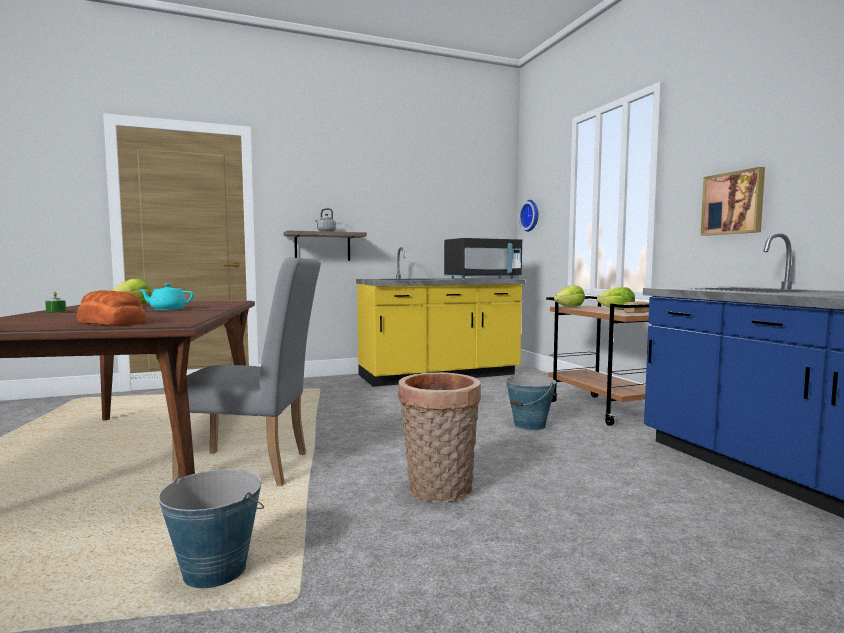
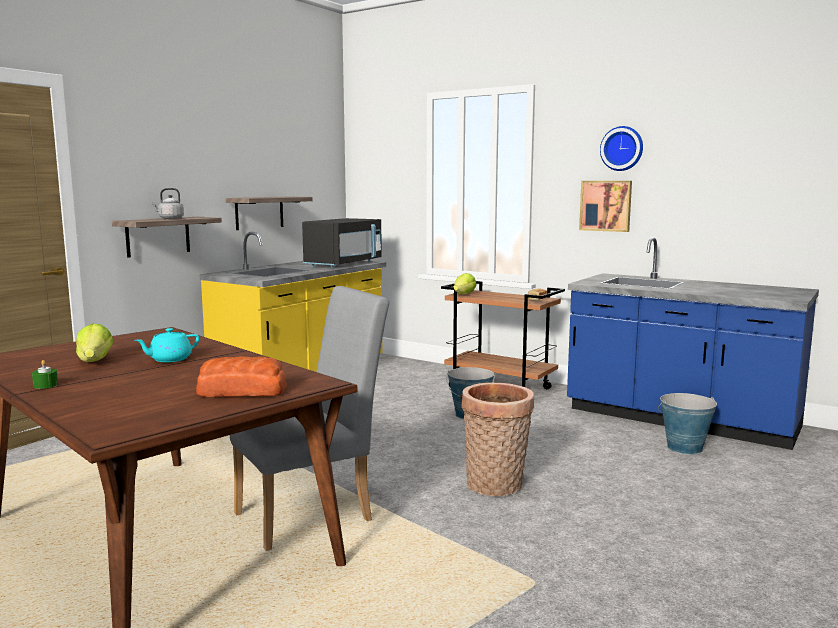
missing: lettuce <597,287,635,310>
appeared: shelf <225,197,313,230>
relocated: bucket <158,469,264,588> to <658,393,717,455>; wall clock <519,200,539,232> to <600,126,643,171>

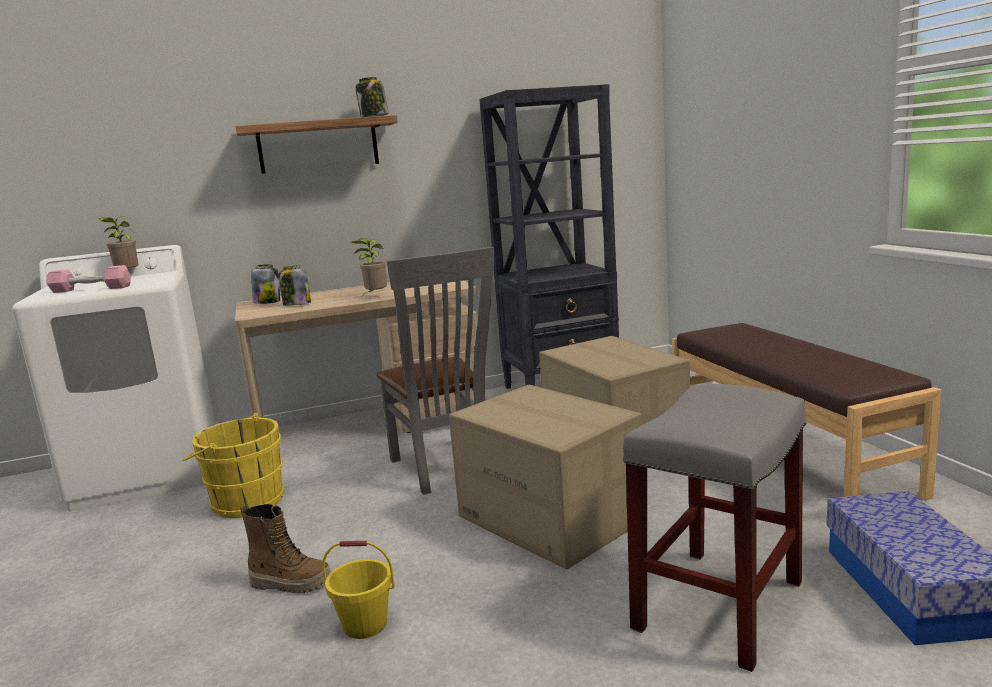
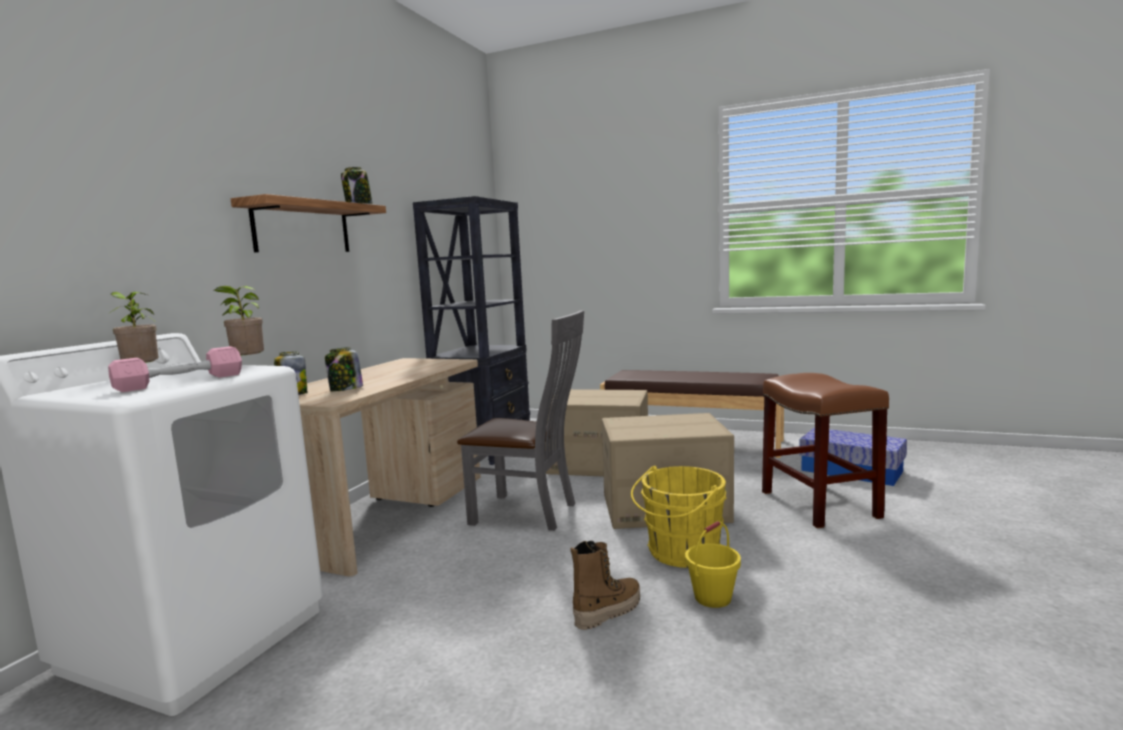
relocated: bucket (yellow) <183,413,284,518> to <631,466,727,568>; potted plant <351,238,387,296> to <214,286,264,357>
colour: stool (grey) <623,384,807,672> to stool (brown) <762,373,889,529>

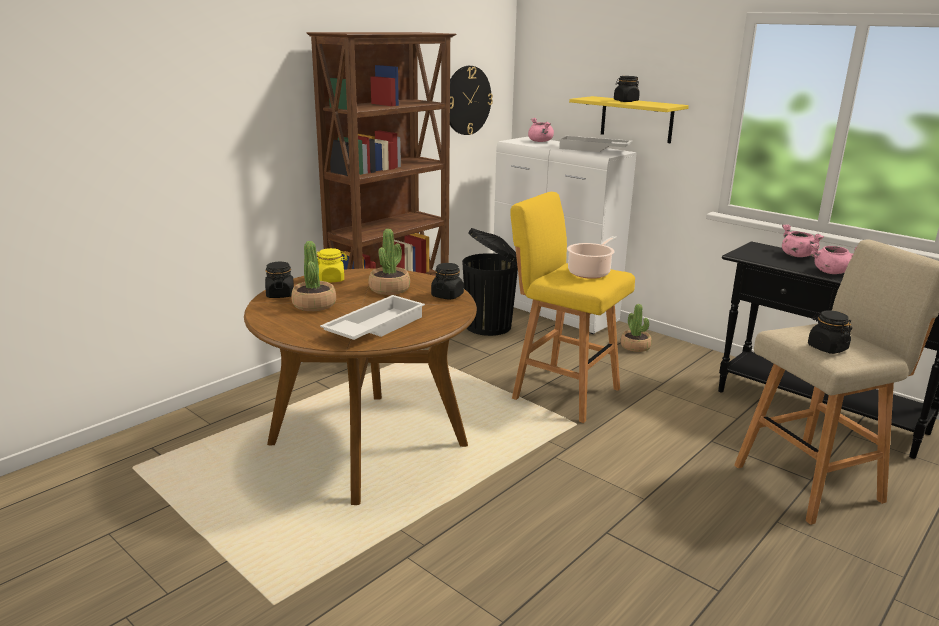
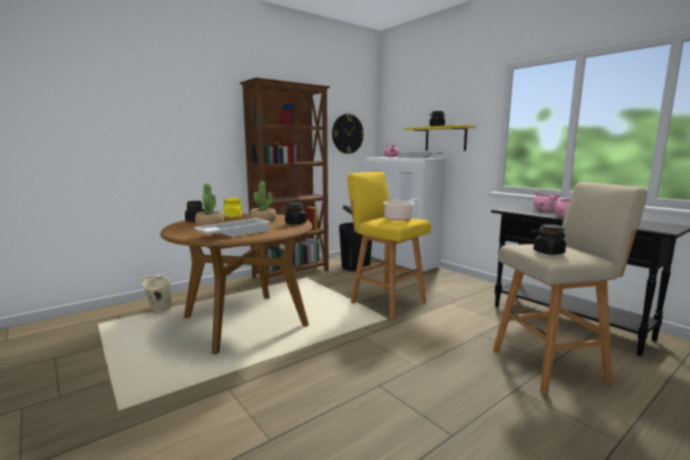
missing: potted plant <620,304,652,352>
appeared: bucket (beige) <136,274,172,312>

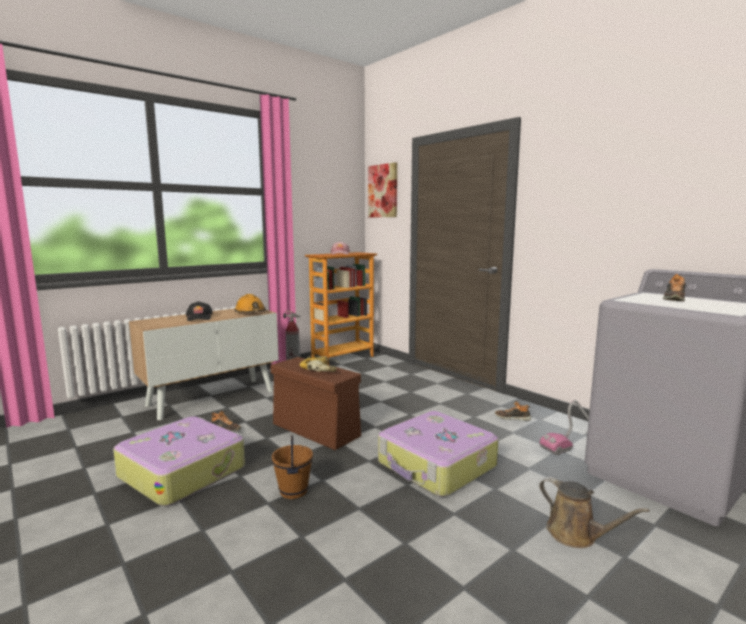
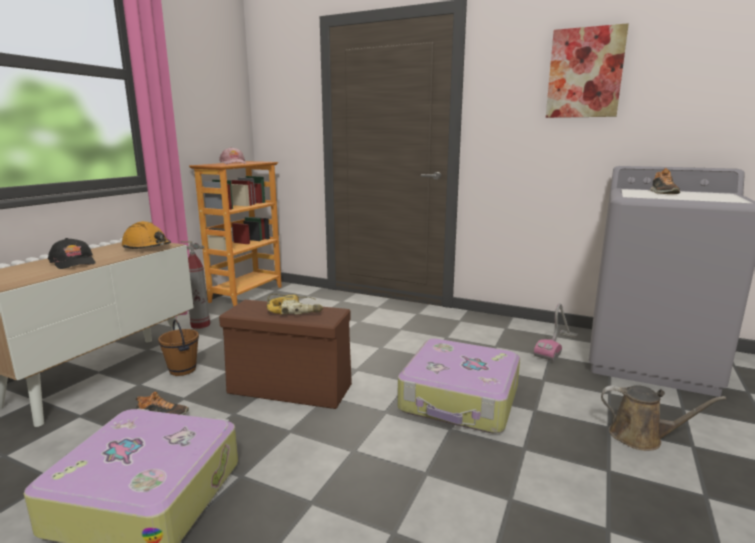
missing: shoe <495,401,531,421>
relocated: bucket (brown) <272,435,313,499> to <158,319,199,376>; picture <368,162,397,217> to <546,23,629,118>

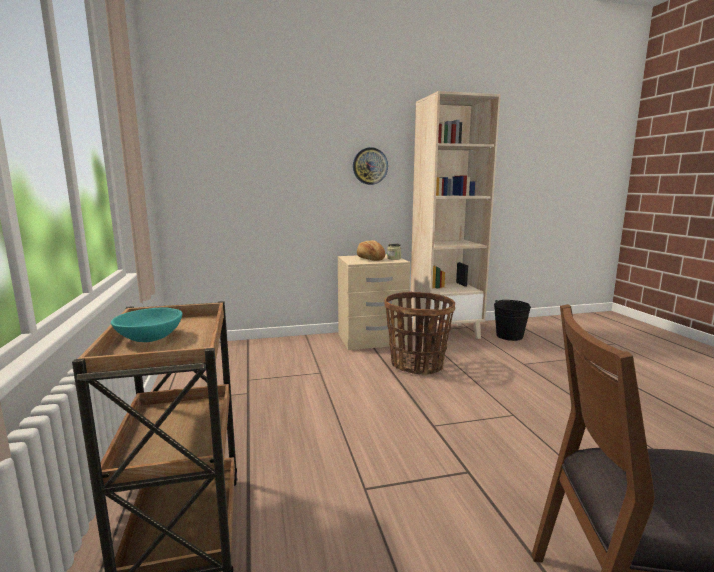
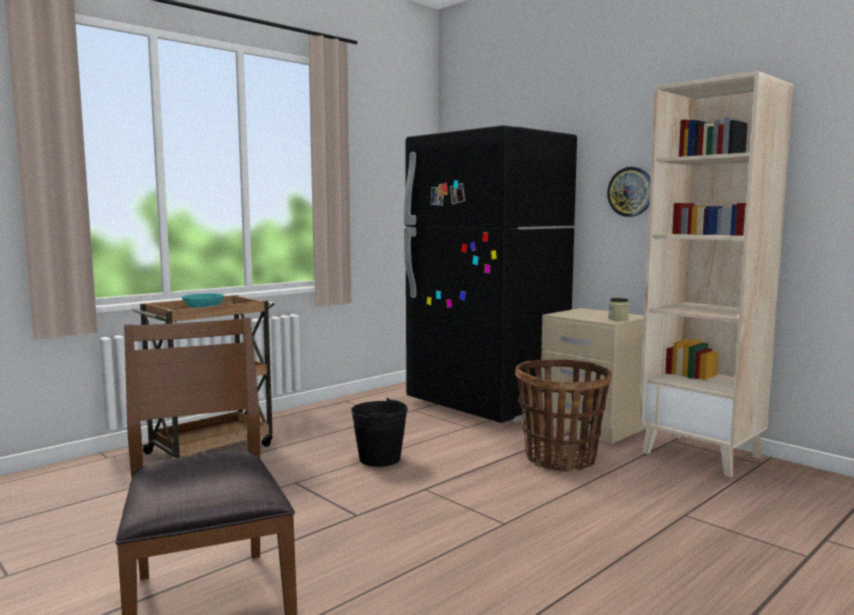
missing: bread <357,240,385,261>
appeared: fridge (black) <404,125,577,423>
relocated: bucket (black) <494,300,531,341> to <351,398,408,467>

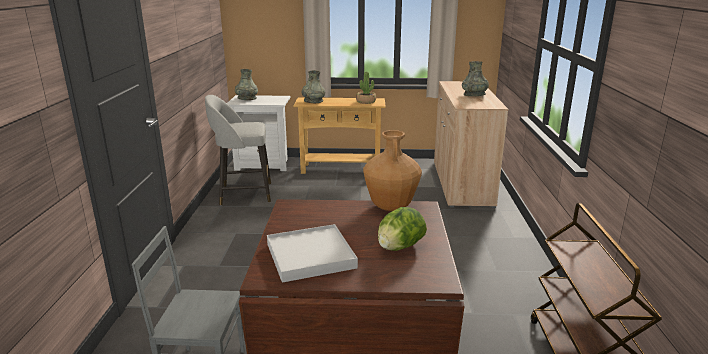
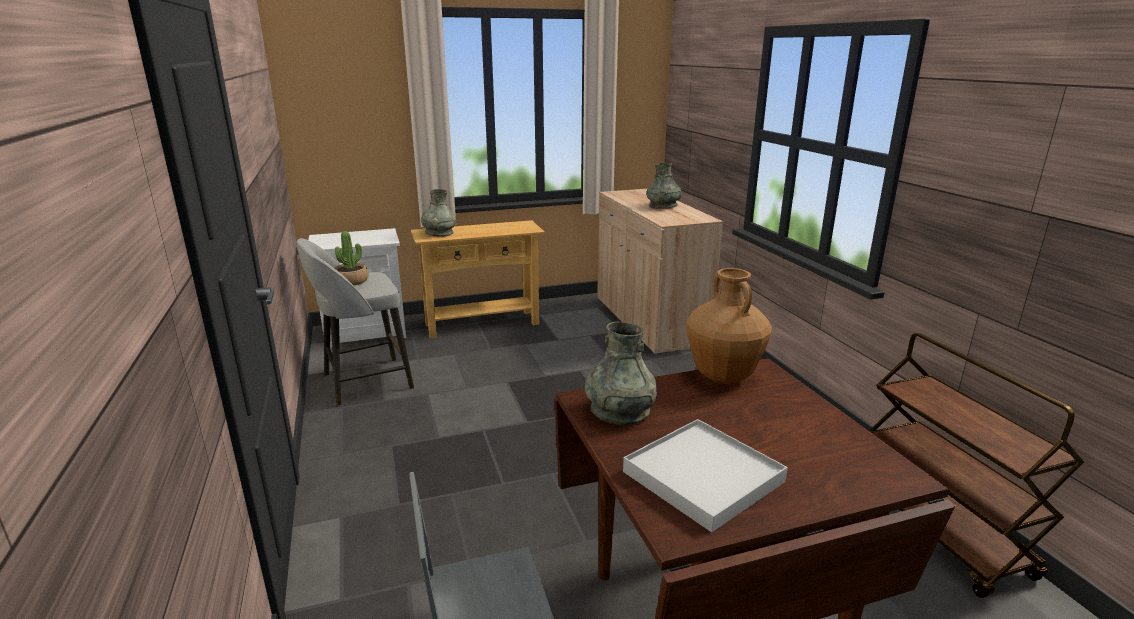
missing: lettuce <378,207,427,251>
relocated: vase (grey) <235,69,258,100> to <585,322,657,425>; potted plant <356,72,376,104> to <334,231,368,285>

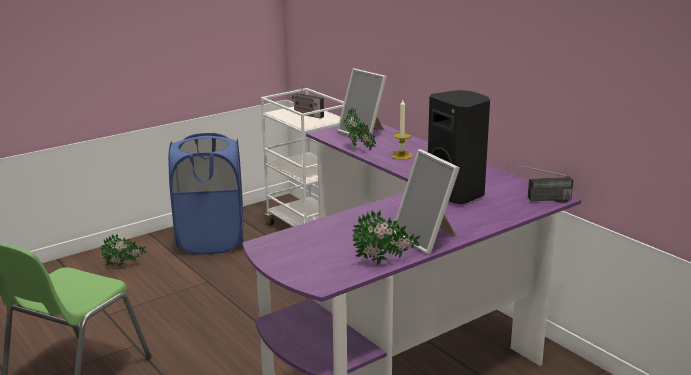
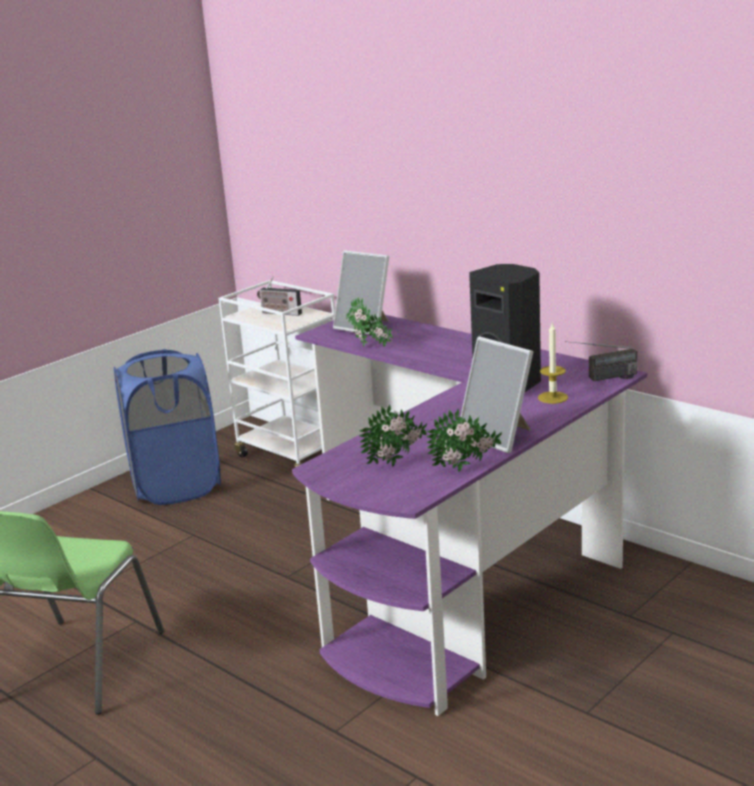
relocated: potted plant <101,234,146,269> to <359,405,427,467>; candle <391,100,413,160> to <538,323,568,404>

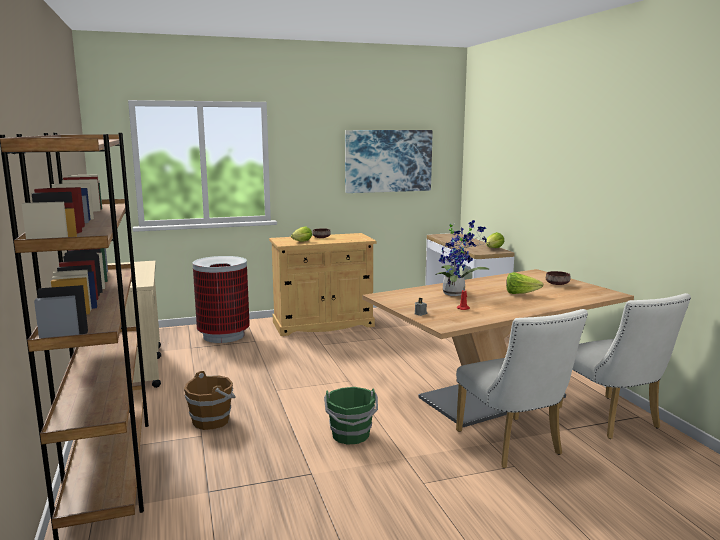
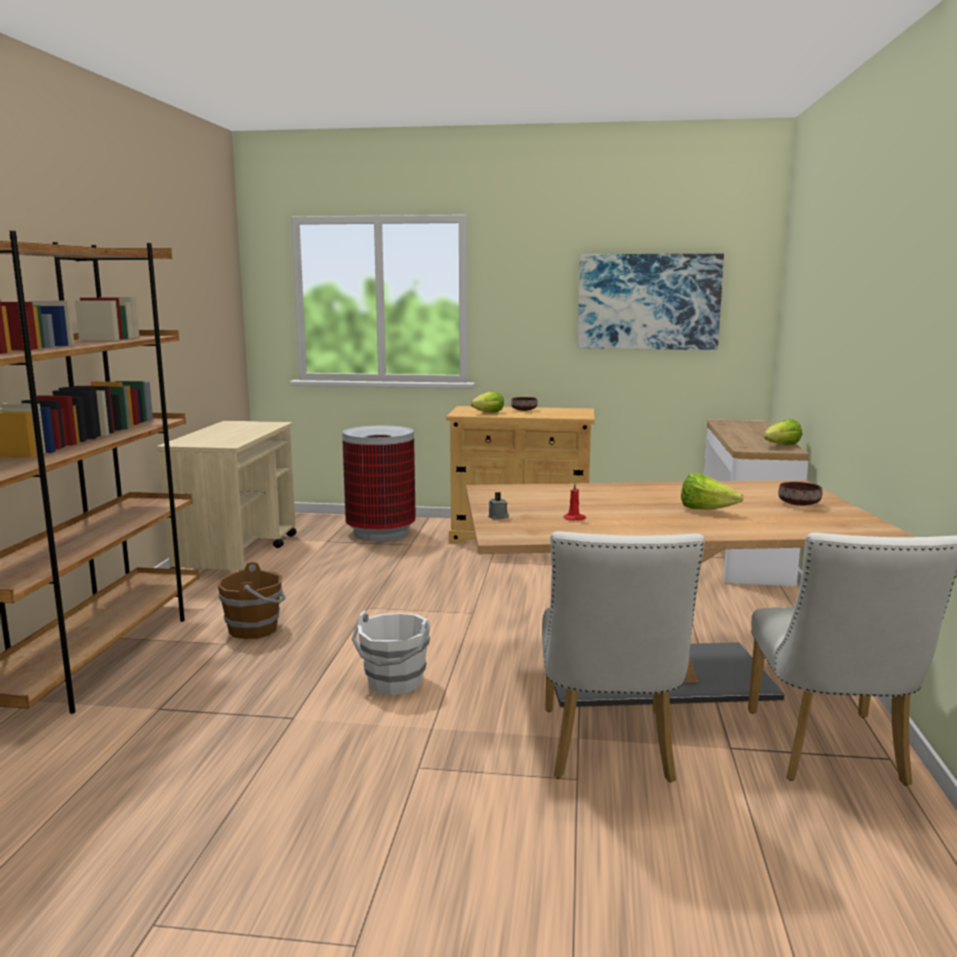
missing: potted plant <435,220,490,296>
colour: bucket (green) <324,387,378,445> to bucket (white) <352,611,430,695>

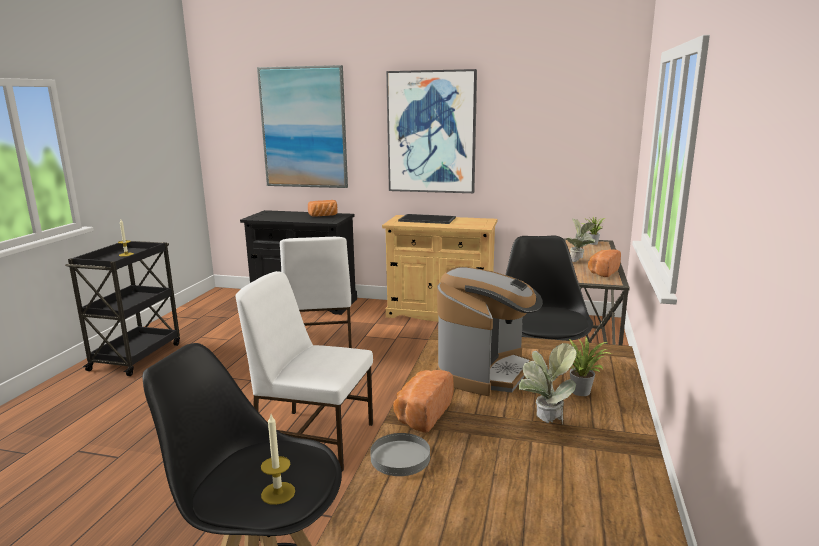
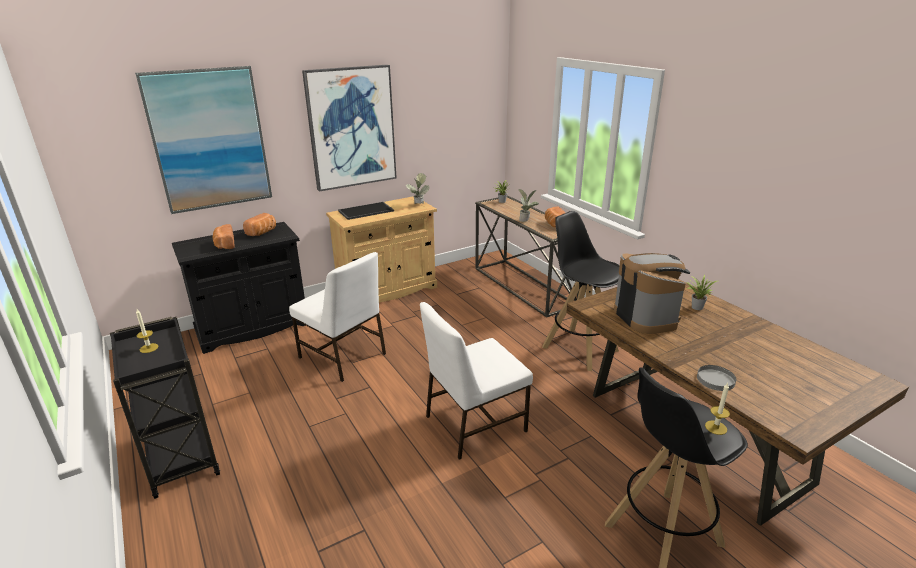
relocated: bread <393,370,454,433> to <212,224,235,249>; potted plant <519,343,577,424> to <406,173,430,204>

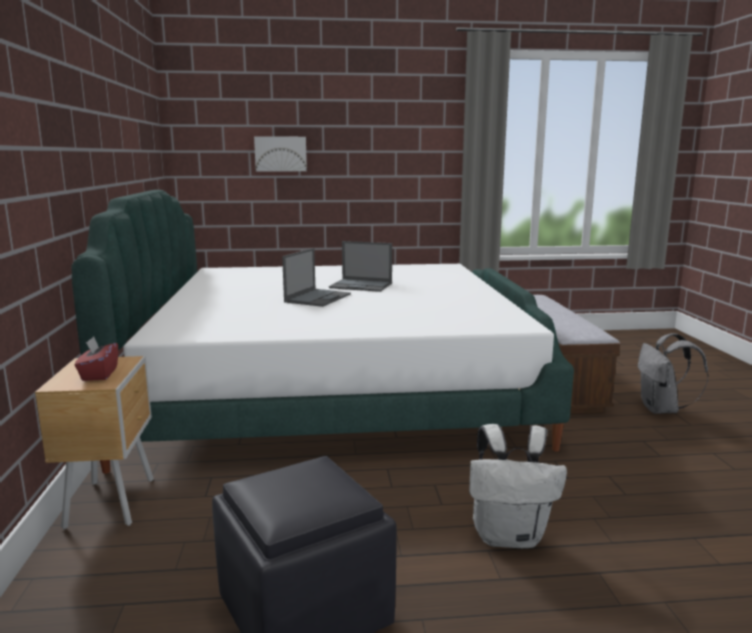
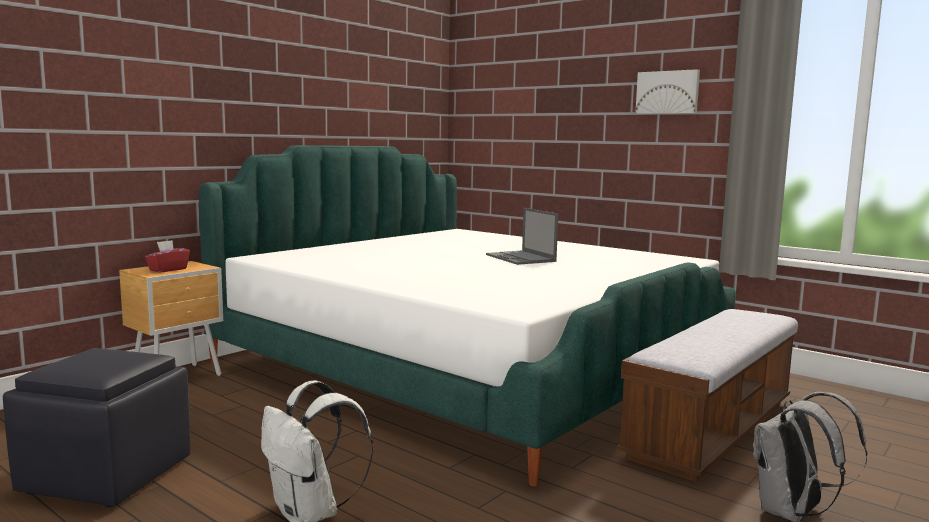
missing: laptop <282,248,351,307>
relocated: picture <254,136,307,171> to <635,69,700,114>

